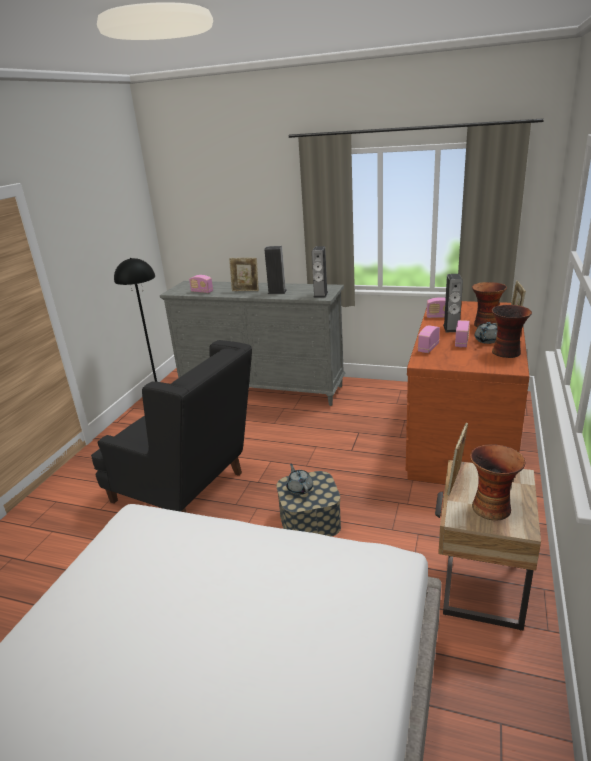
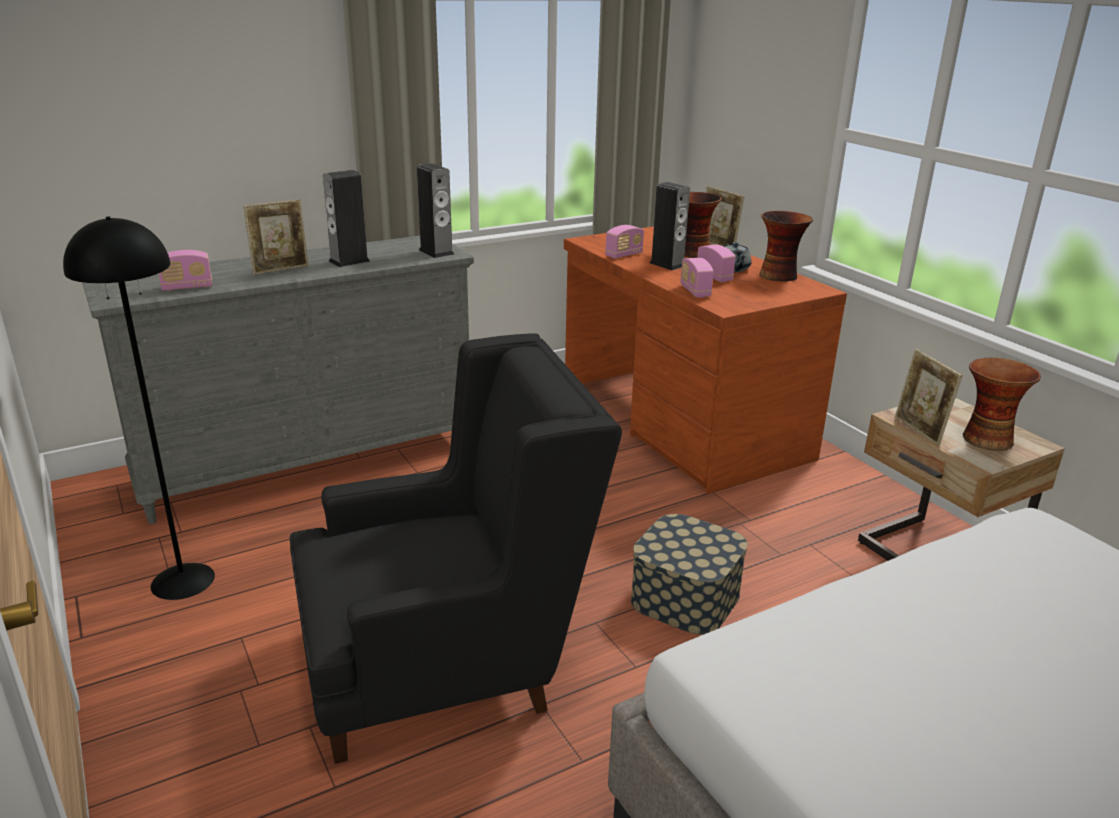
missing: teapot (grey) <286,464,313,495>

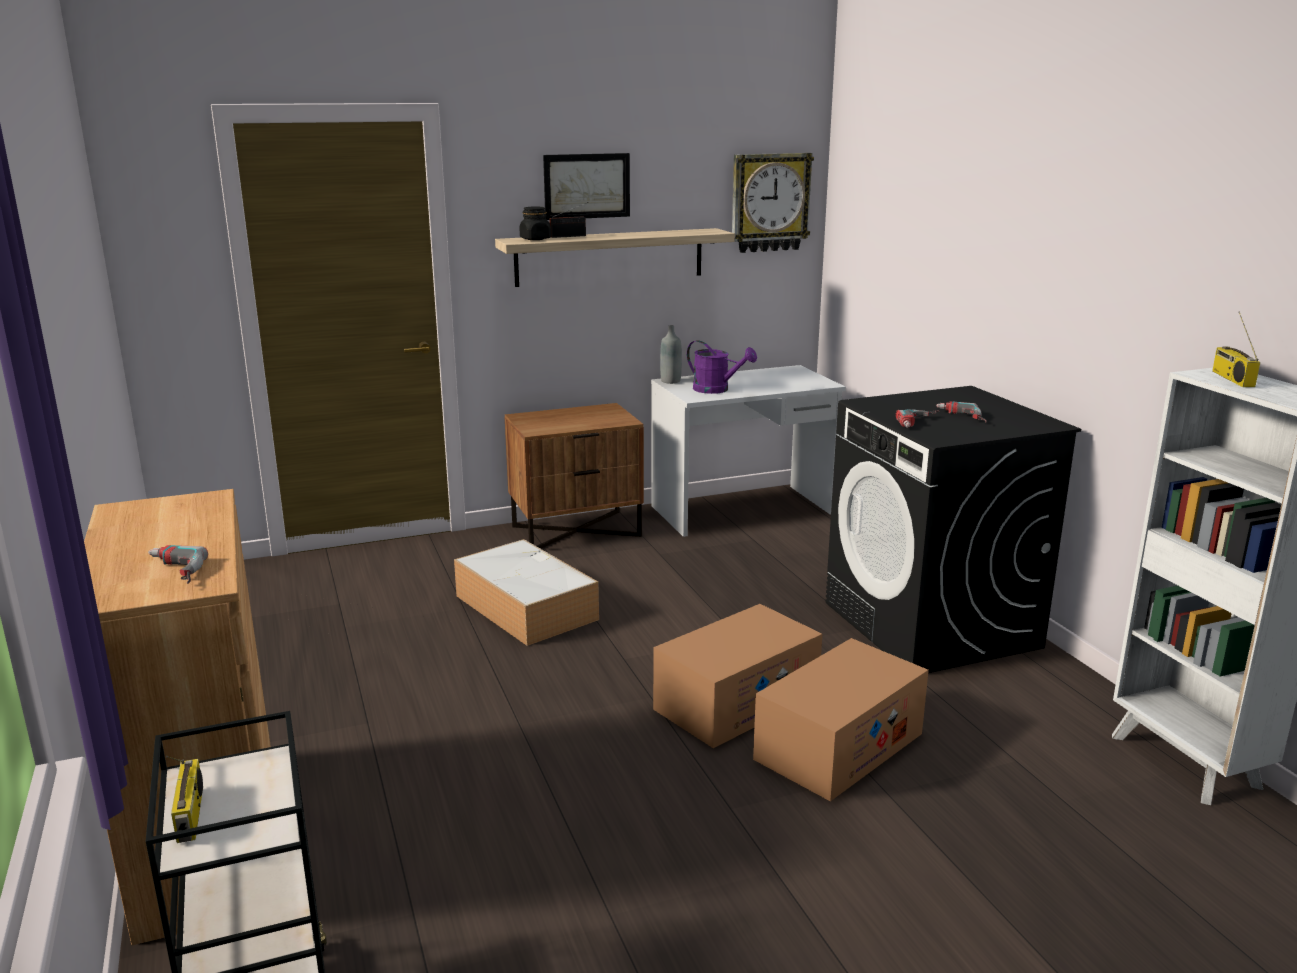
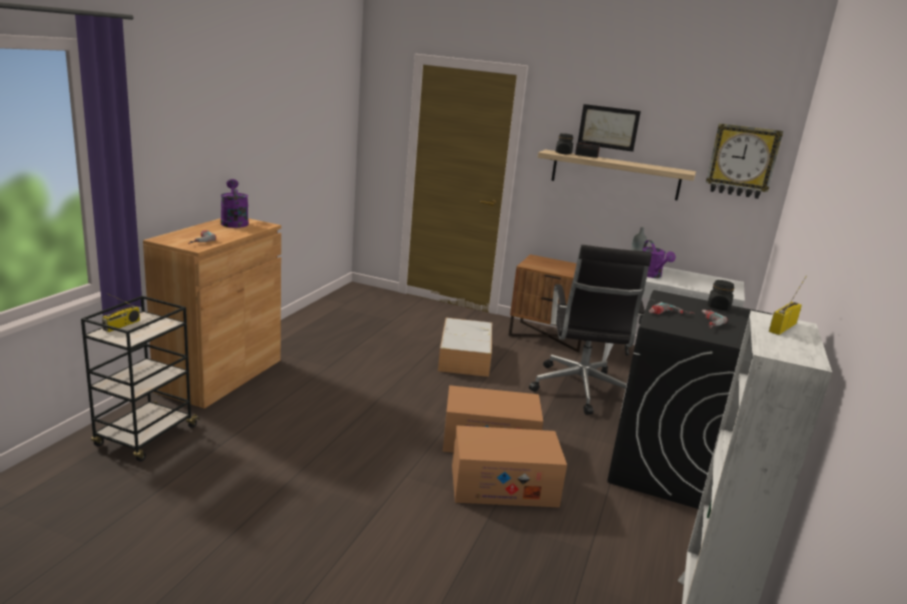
appeared: watering can (purple) <221,179,249,228>; office chair (black) <529,245,652,414>; jar (black) <708,280,734,310>

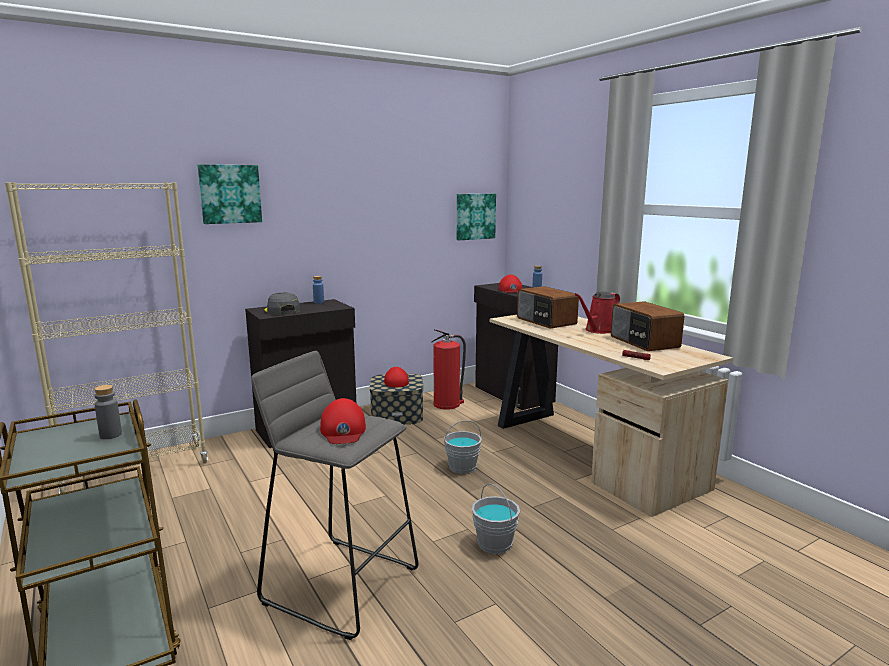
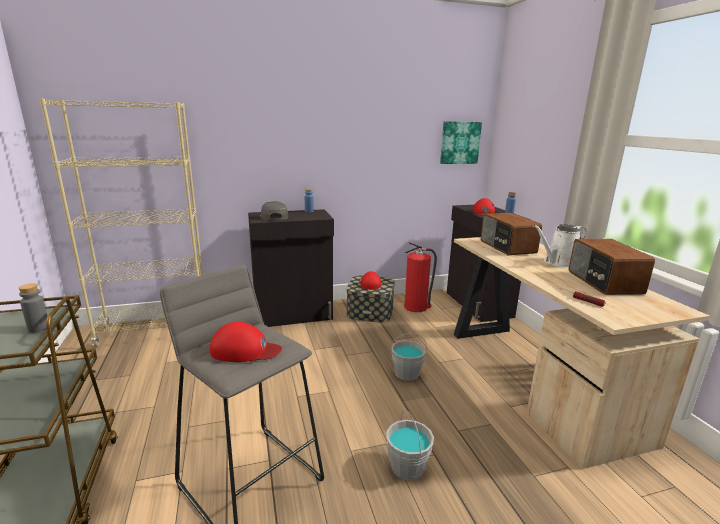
missing: picture <197,164,262,224>
colour: watering can (red) <575,292,620,334> to watering can (white) <533,224,586,267>
spun: cap (red) <320,398,366,444> = <210,322,282,362> 90 degrees counterclockwise

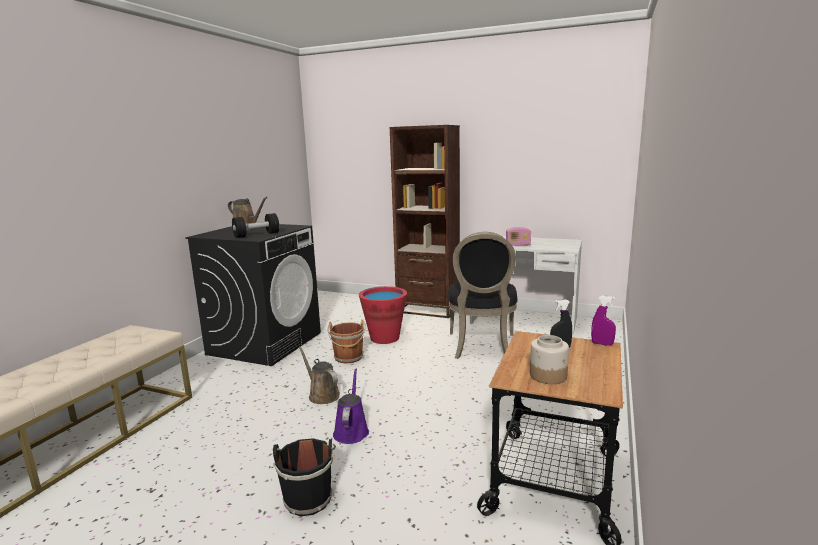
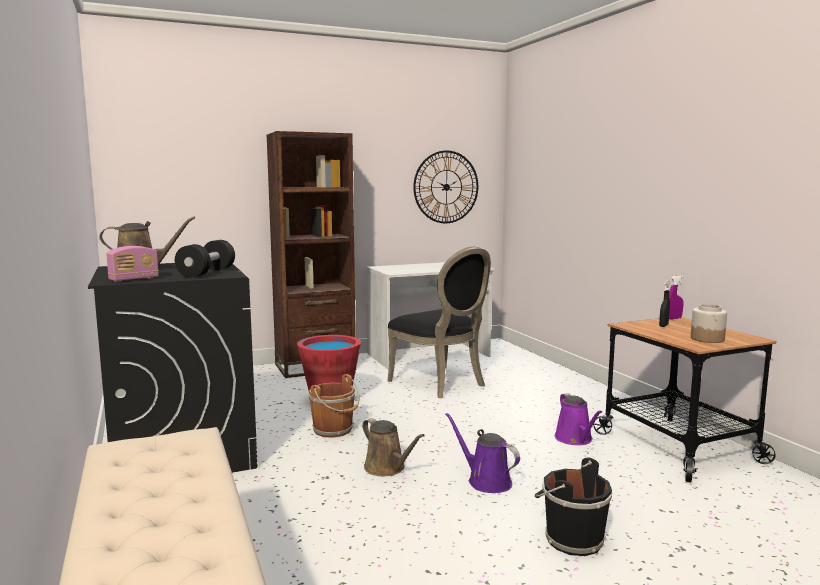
appeared: wall clock <413,151,478,223>; watering can (purple) <555,393,602,445>
relocated: radio <506,227,531,246> to <106,246,159,282>
spun: watering can (brown) <298,346,340,404> = <362,418,425,476> 135 degrees counterclockwise

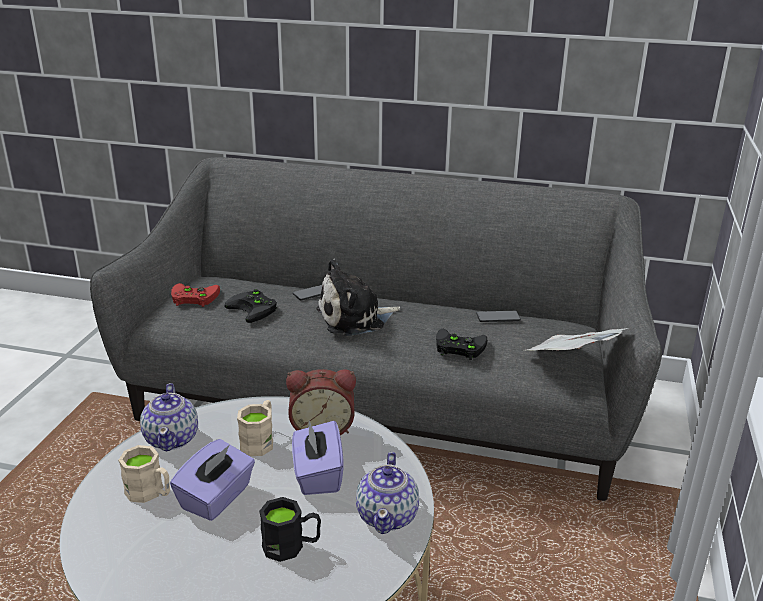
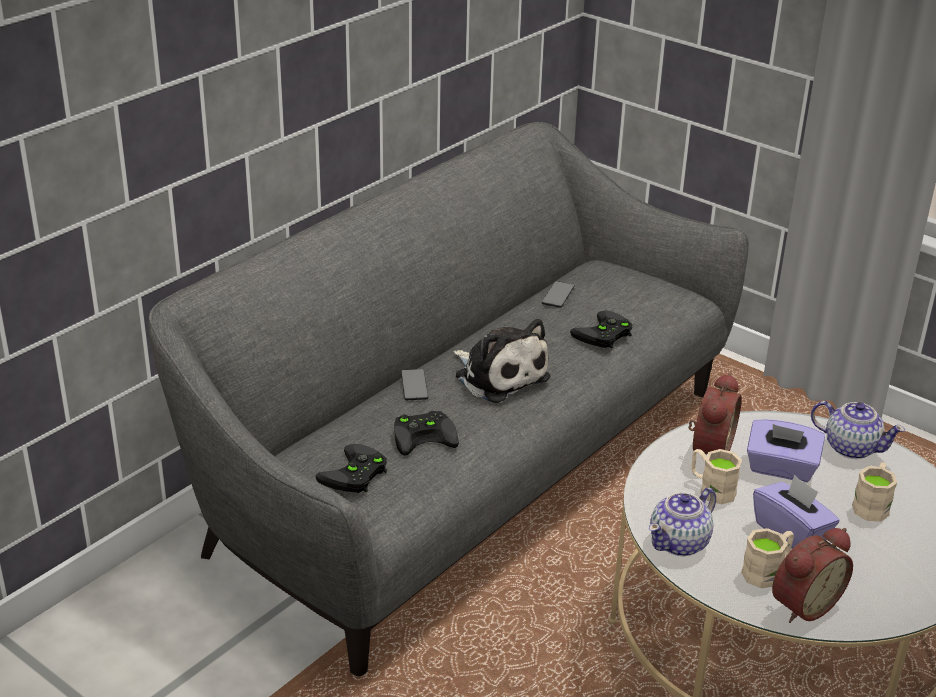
missing: newspaper <524,328,629,351>
appeared: alarm clock <772,528,853,623>
colour: game controller (red) <171,283,220,307> to game controller (black) <316,444,387,493>; mug (black) <259,497,321,562> to mug (beige) <852,462,897,521>
spun: teapot <140,383,198,451> = <649,488,716,556> 120 degrees clockwise; plush toy <316,259,401,336> = <453,319,550,403> 45 degrees counterclockwise

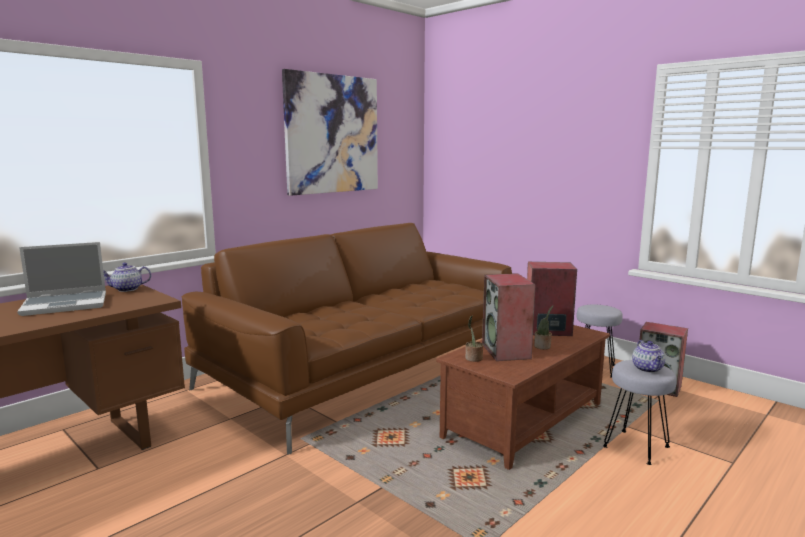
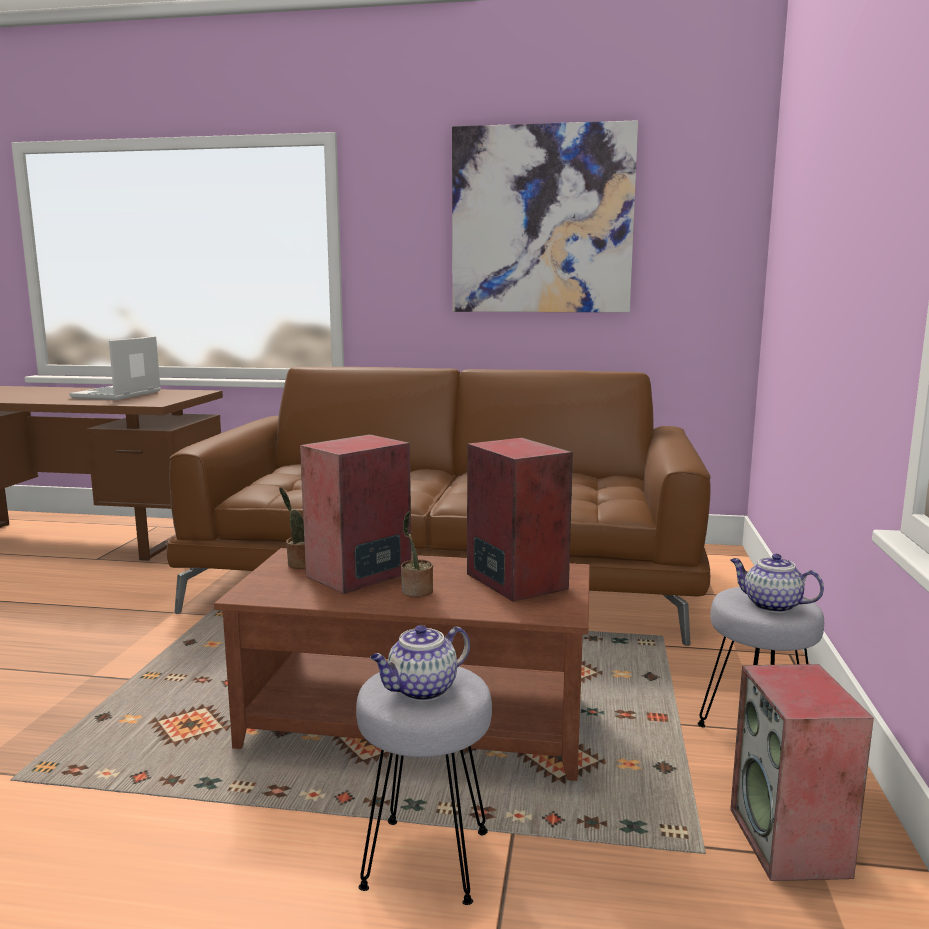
relocated: teapot <103,263,151,292> to <730,554,824,613>
spun: laptop <17,242,106,316> = <69,336,161,400> 75 degrees clockwise

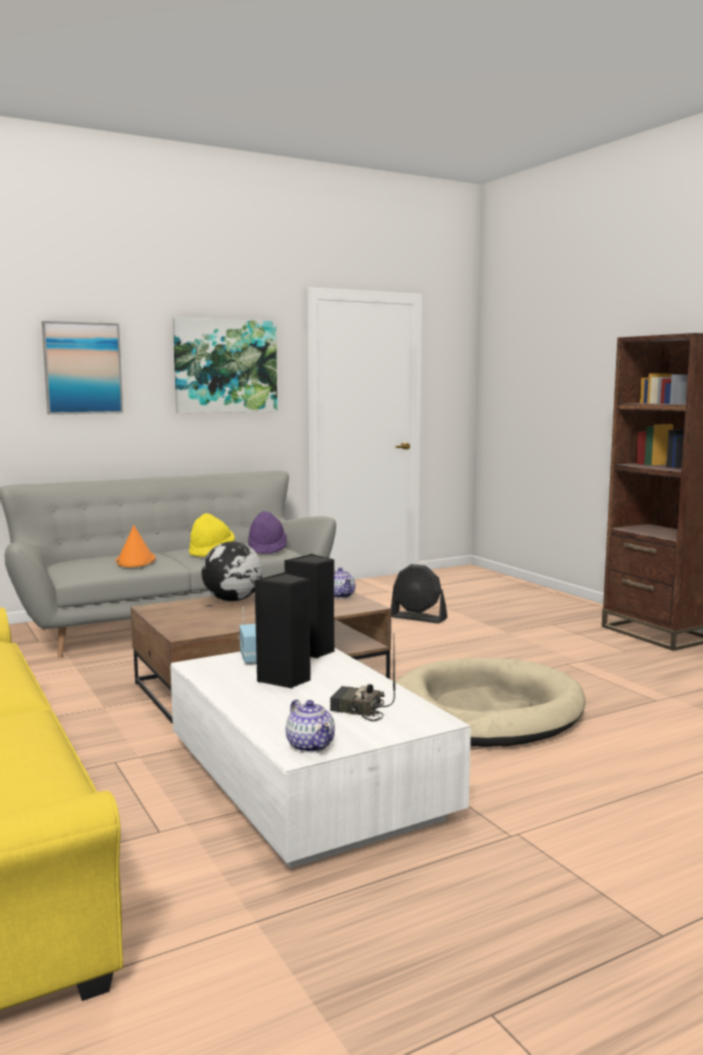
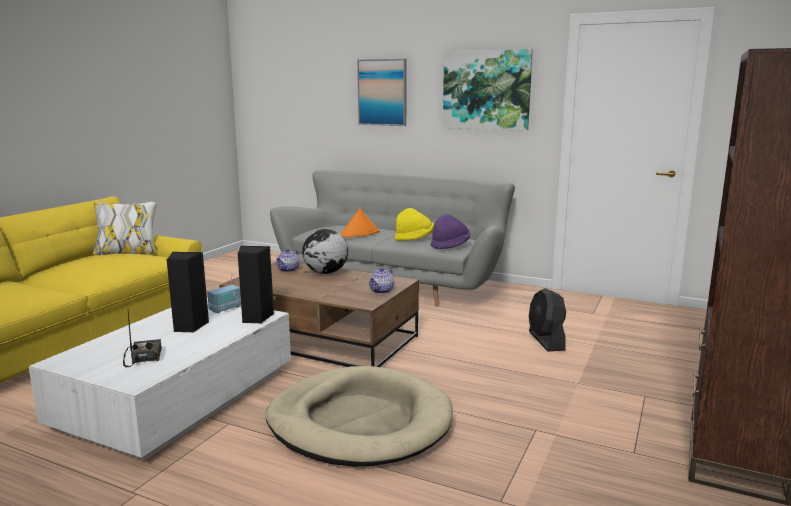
relocated: teapot <286,699,335,753> to <276,249,299,272>

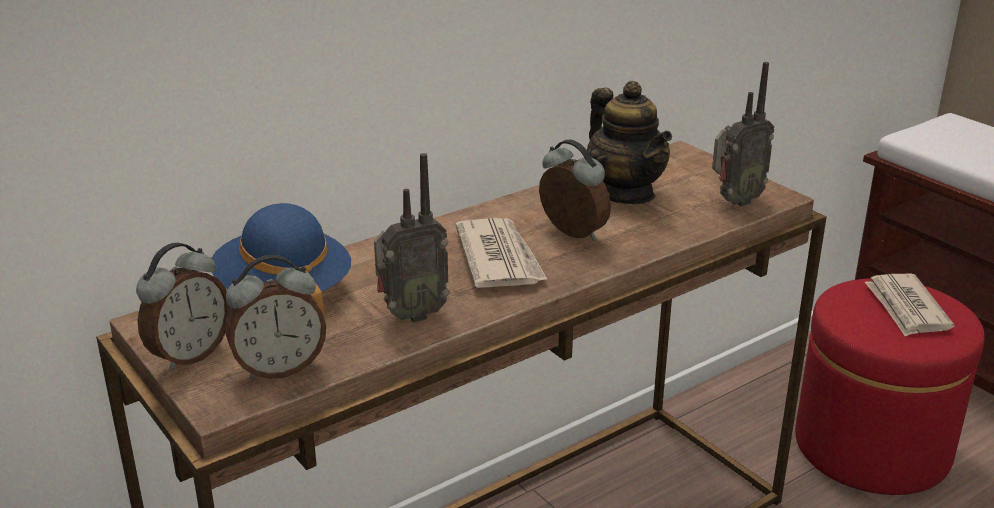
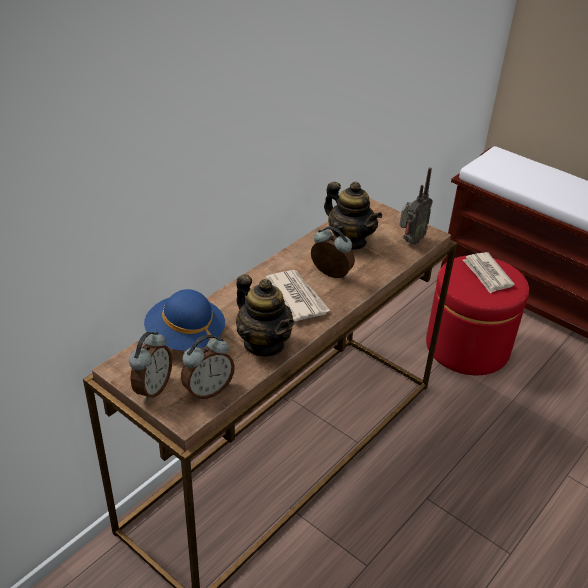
exchanged: radio <374,153,450,323> to teapot <236,274,294,356>

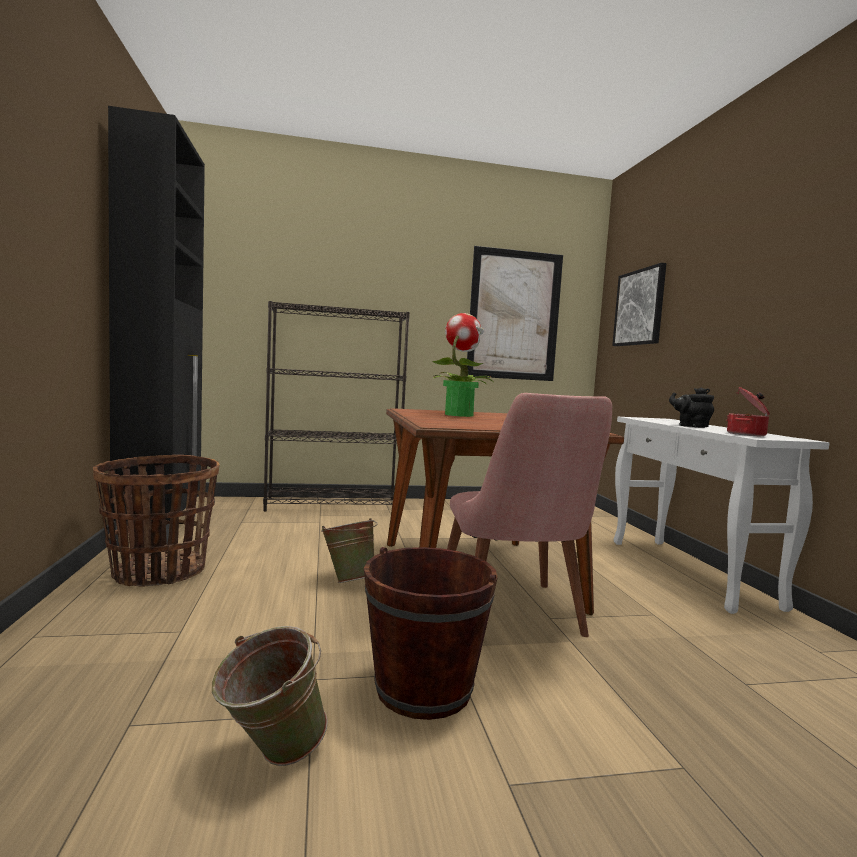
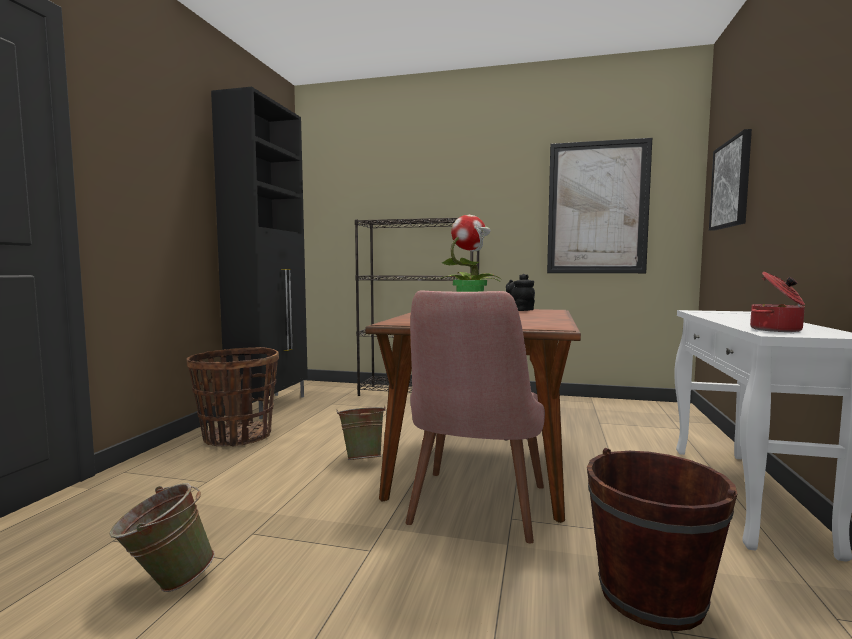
relocated: bucket (brown) <364,547,498,720> to <587,448,738,631>; teapot (black) <669,387,714,428> to <506,274,535,311>

